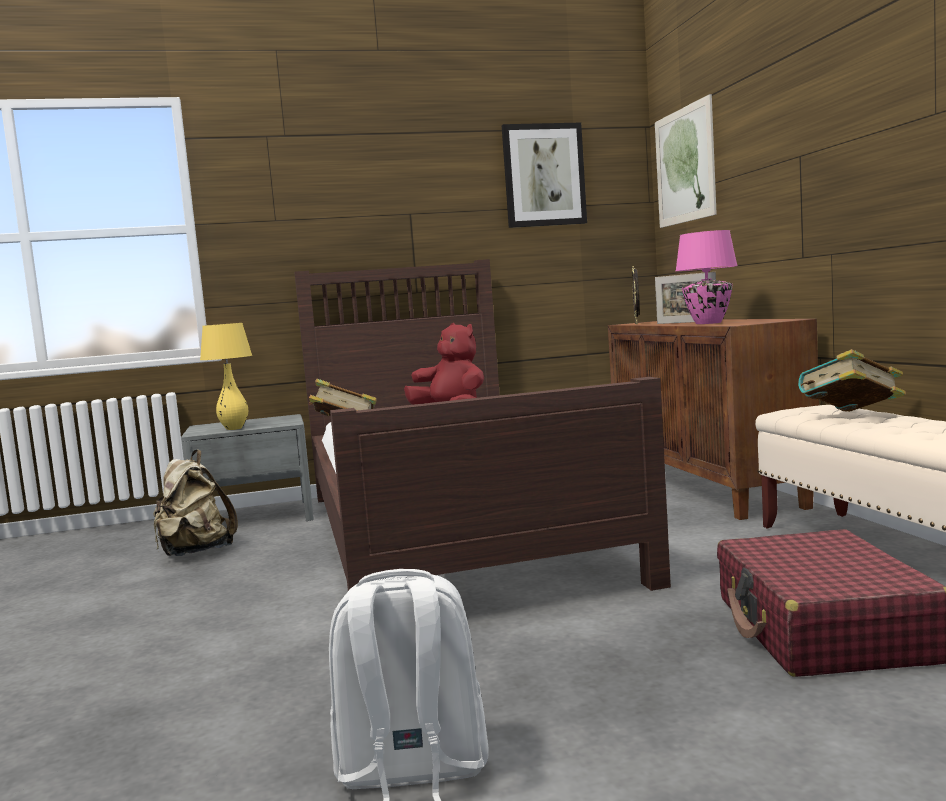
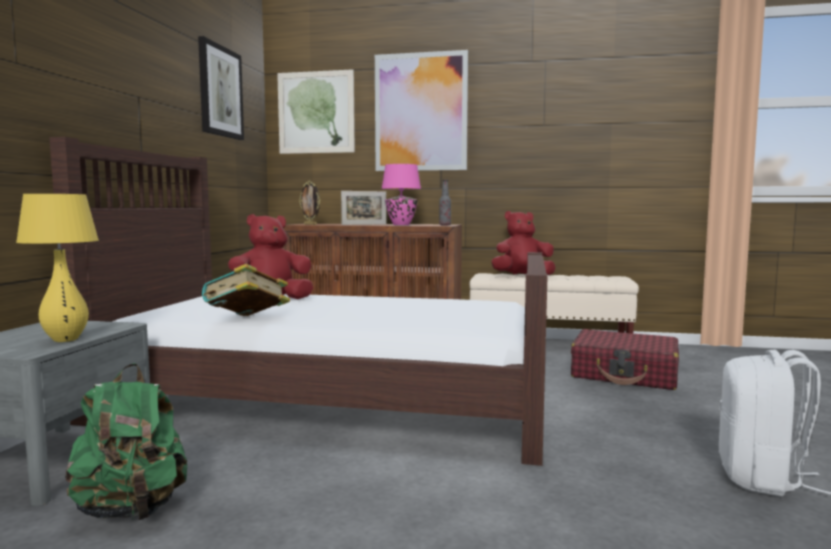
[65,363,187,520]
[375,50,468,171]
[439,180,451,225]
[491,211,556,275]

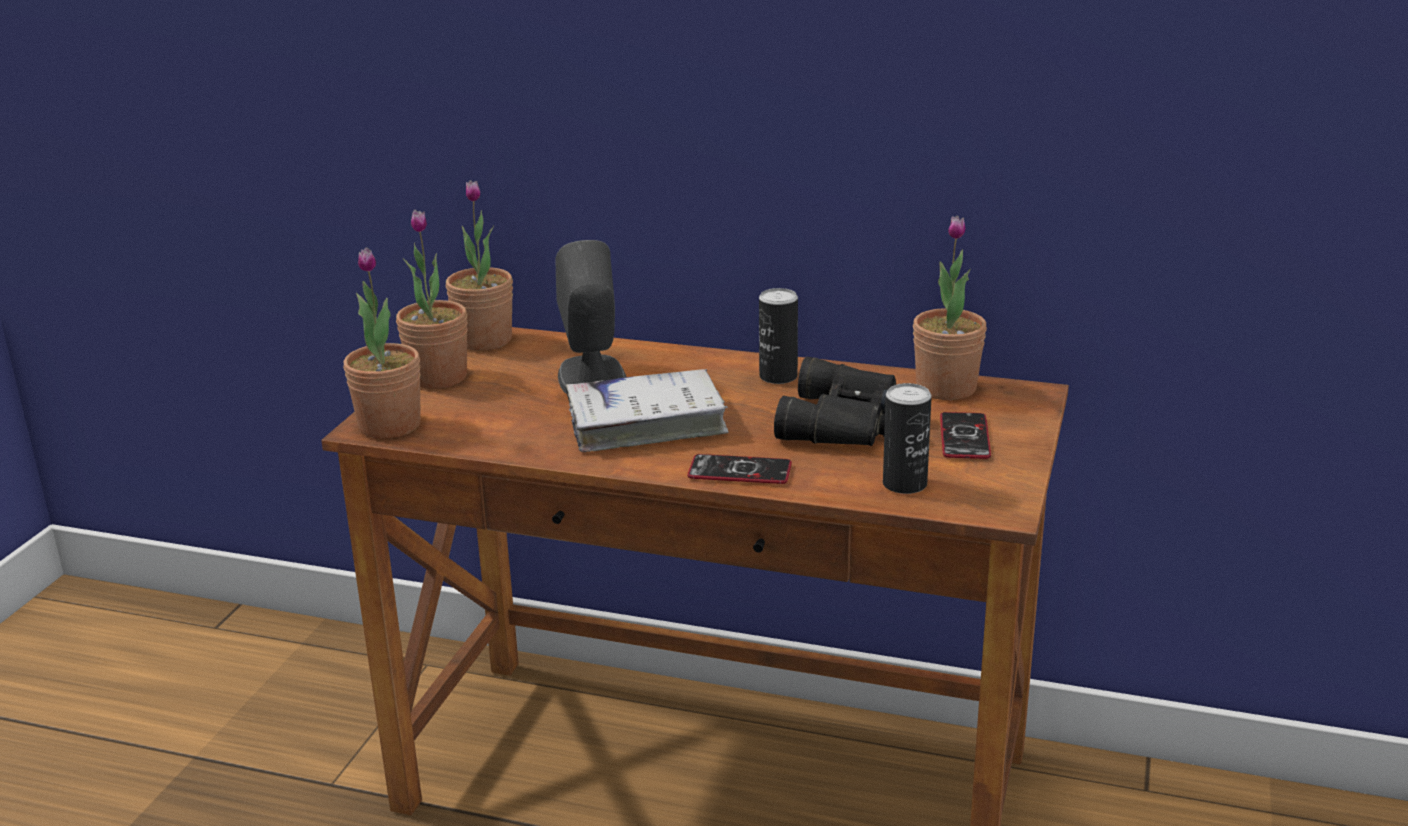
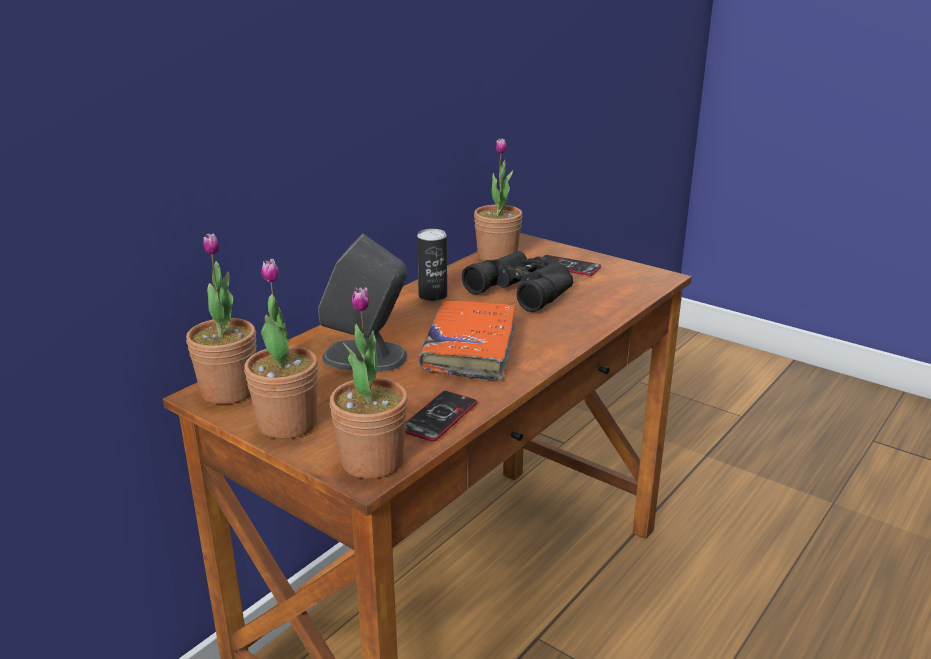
[405,391,477,442]
[419,301,516,381]
[883,383,932,494] (first image)

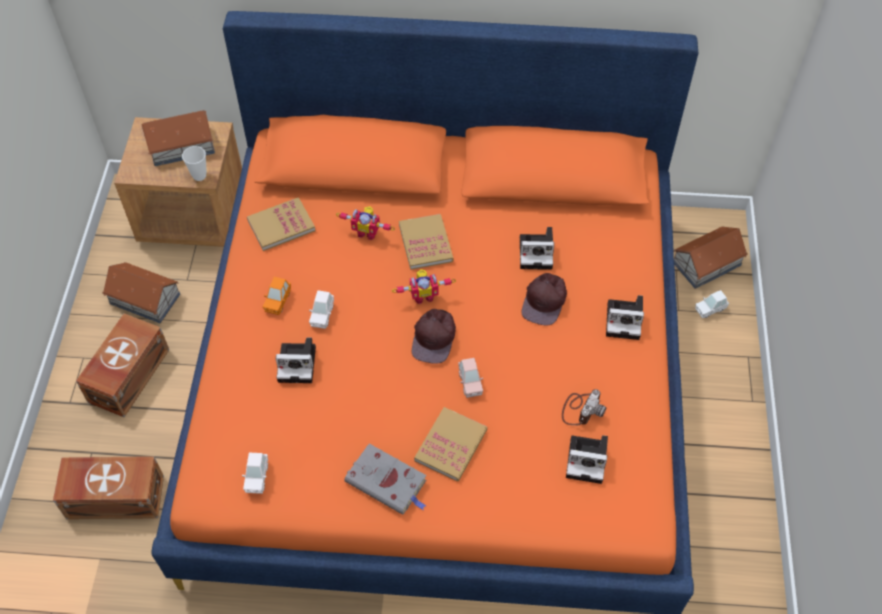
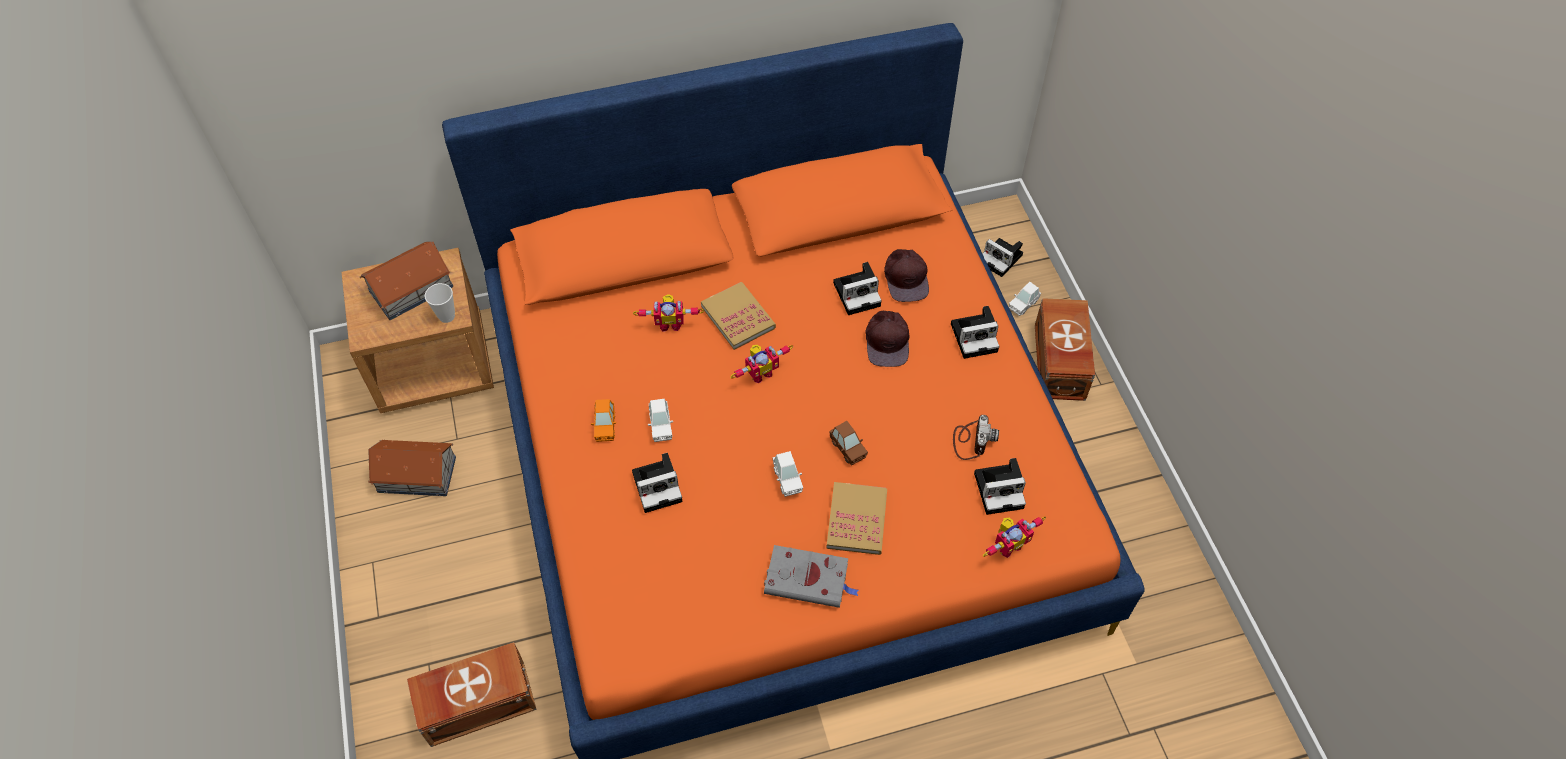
[773,451,803,497]
[829,421,868,465]
[884,249,929,302]
[982,238,1023,277]
[983,516,1046,558]
[1035,298,1095,401]
[247,197,316,251] (first image)

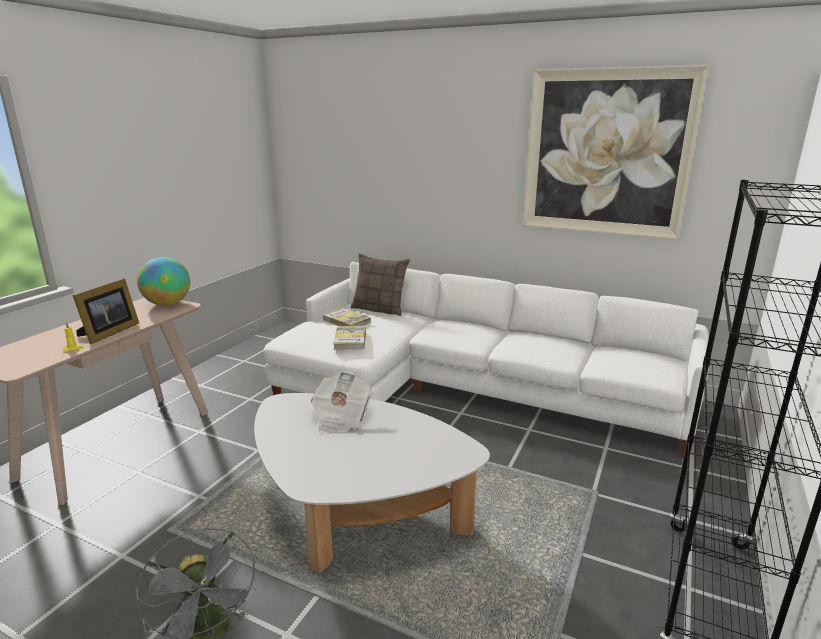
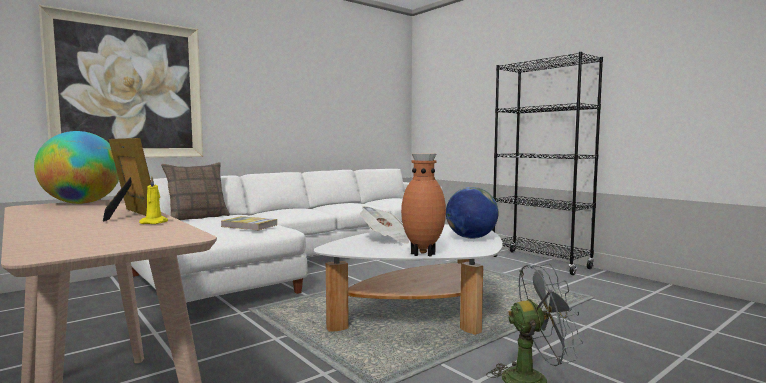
[39,5,203,158]
[401,154,446,256]
[446,187,498,239]
[323,308,371,326] (first image)

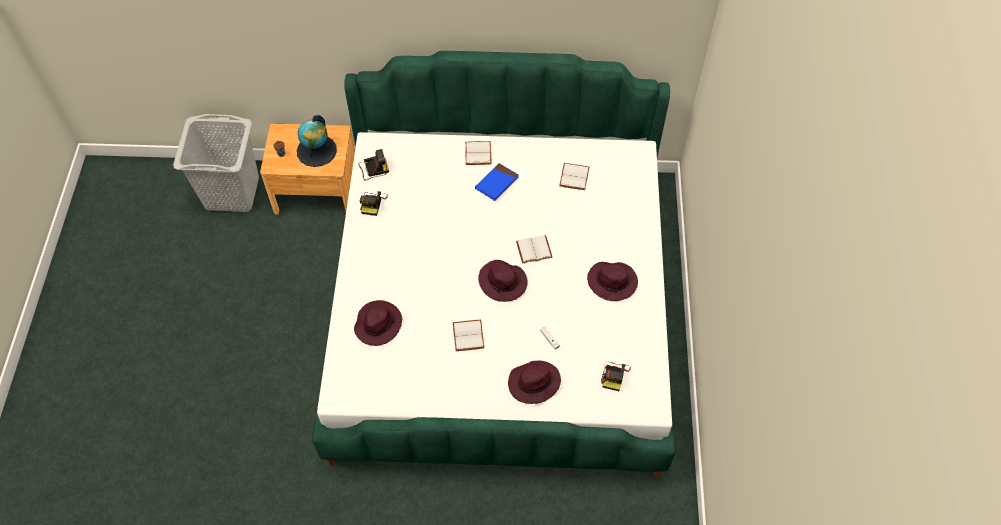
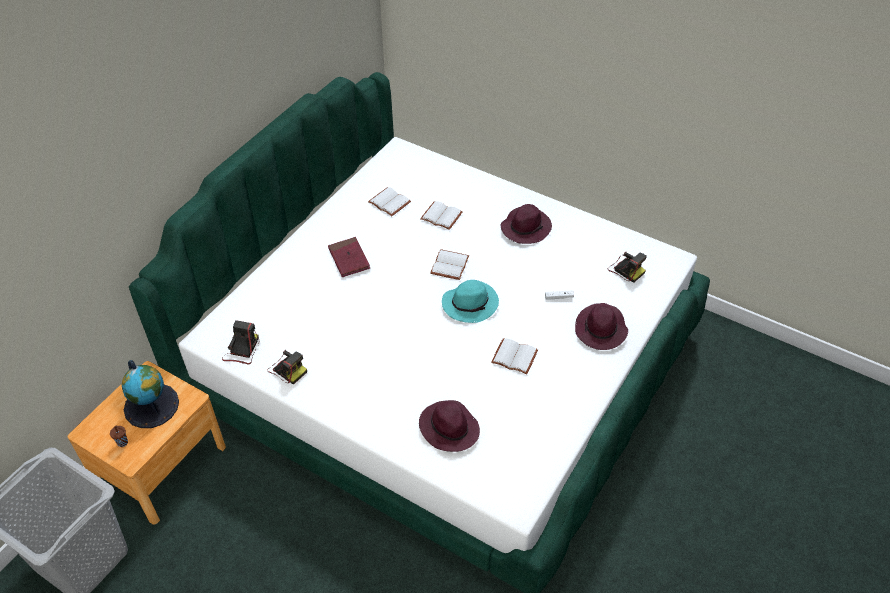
[328,237,370,277]
[420,201,463,230]
[442,280,499,323]

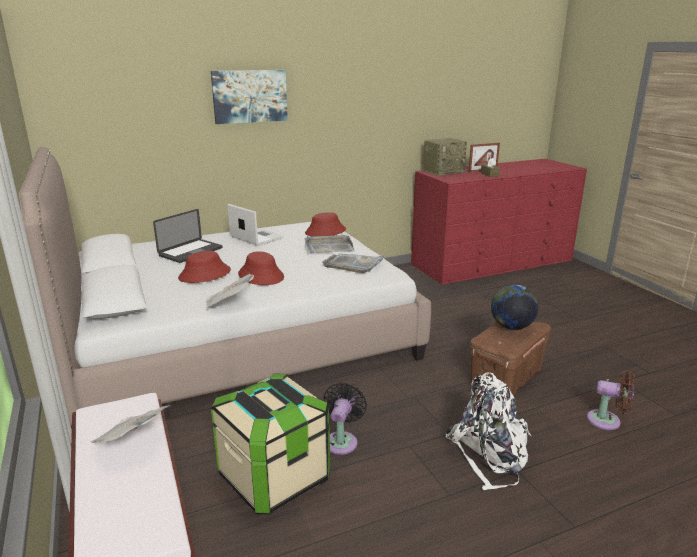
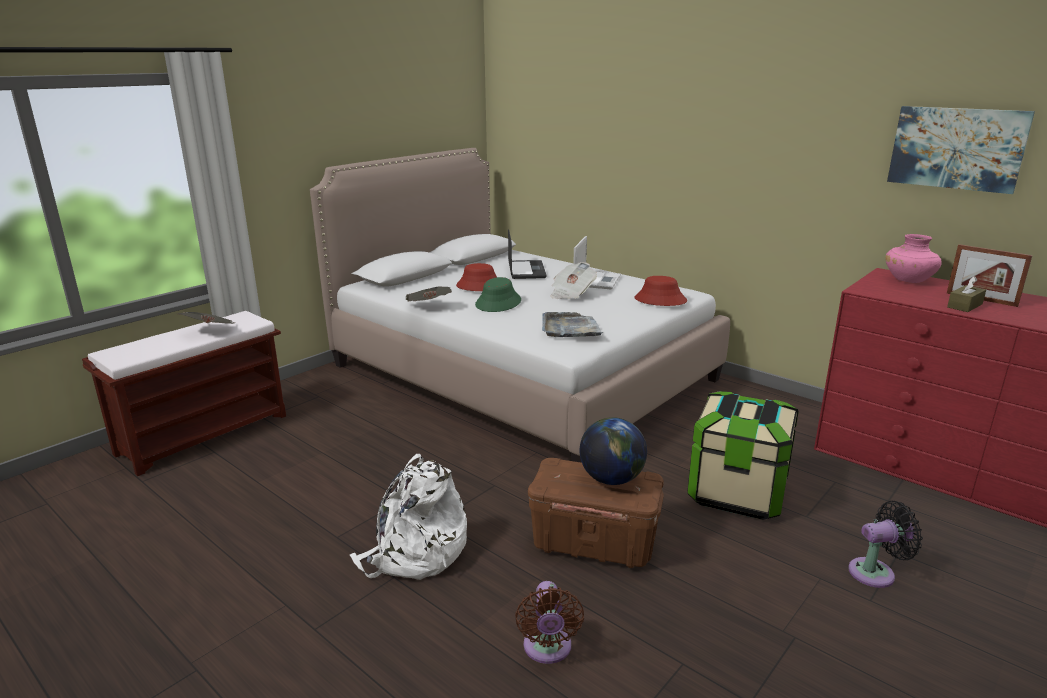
[475,277,521,312]
[508,229,546,279]
[550,262,597,299]
[687,391,799,520]
[848,501,923,588]
[885,234,942,283]
[887,106,1035,194]
[305,235,354,253] (first image)

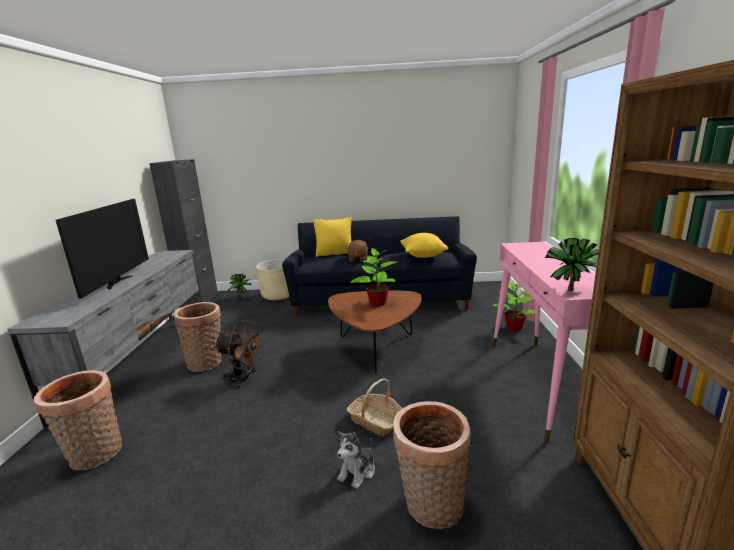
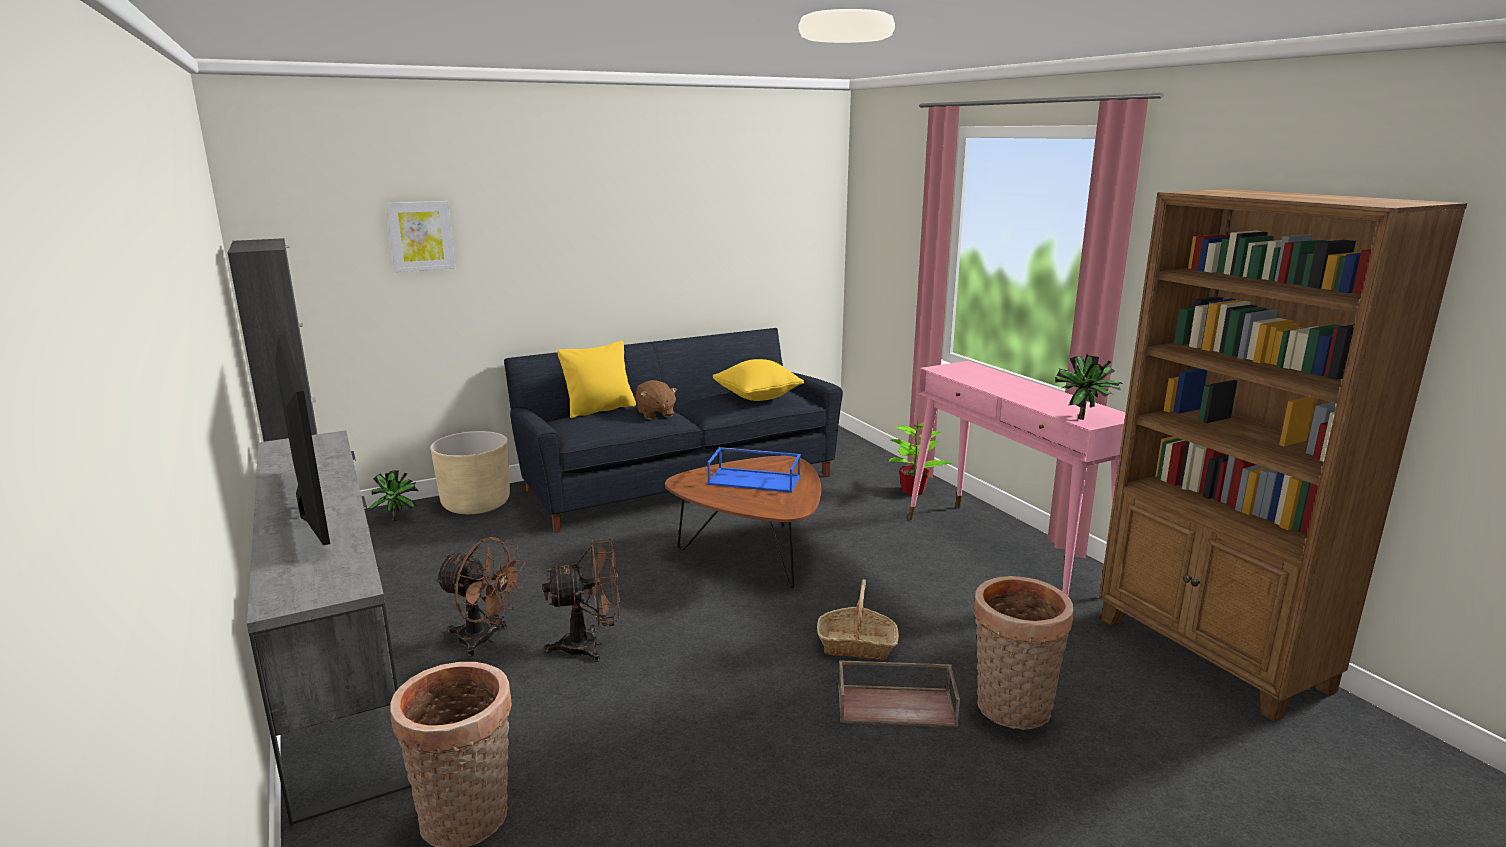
[385,201,455,272]
[434,537,525,657]
[707,447,801,493]
[838,660,960,728]

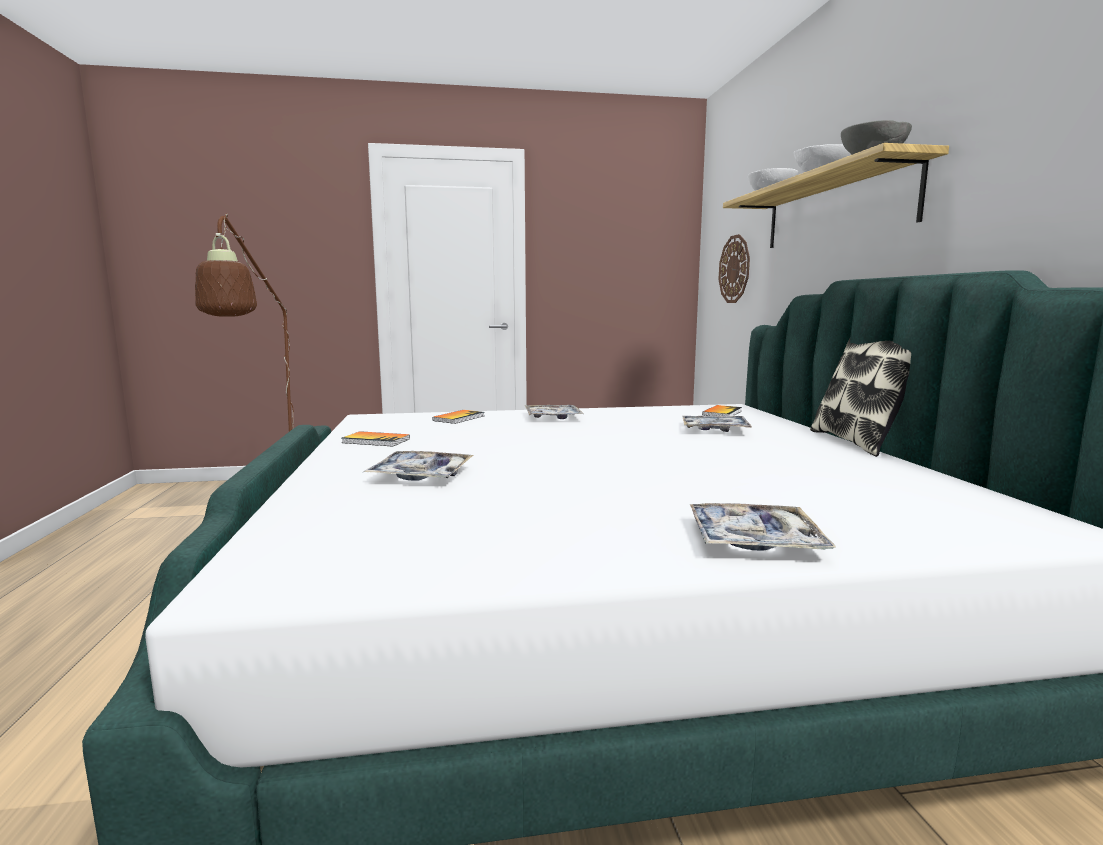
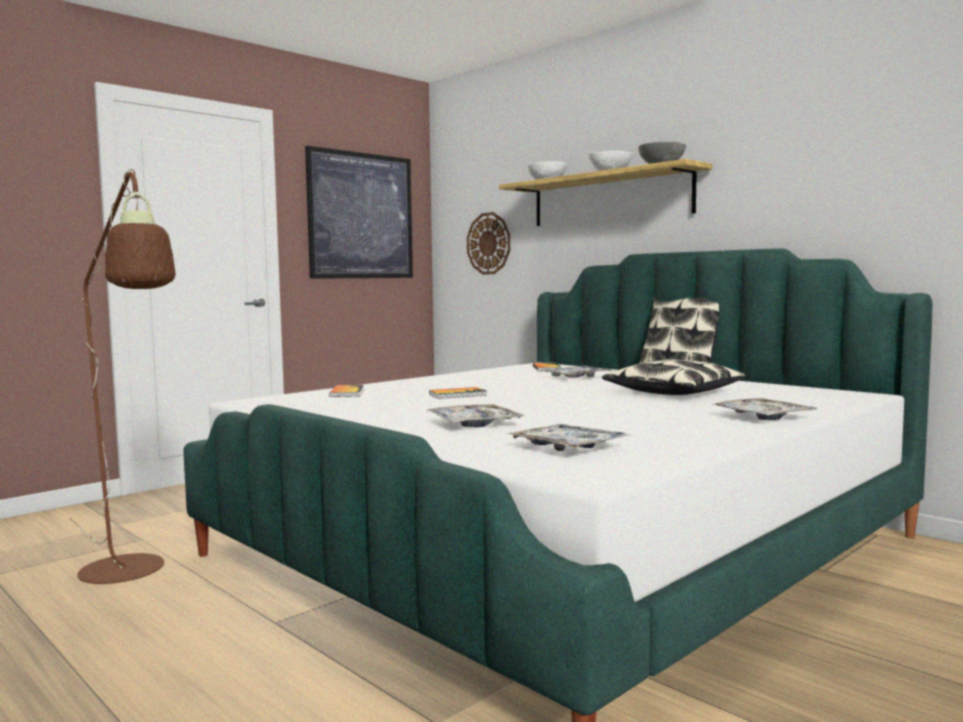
[305,146,413,279]
[429,387,487,399]
[507,424,630,451]
[602,359,746,395]

